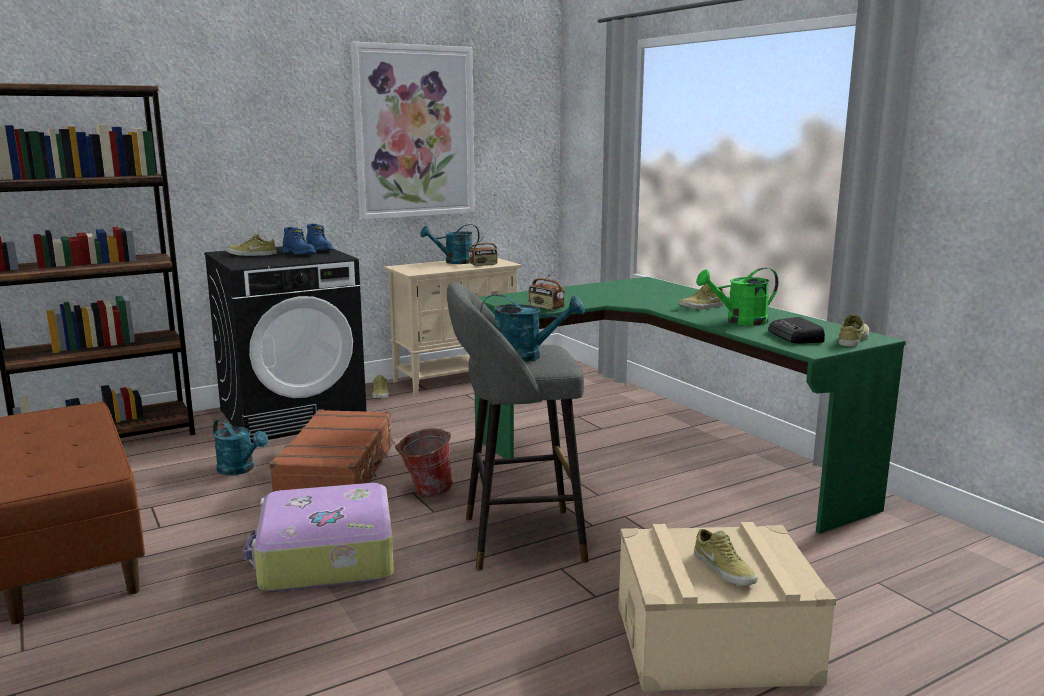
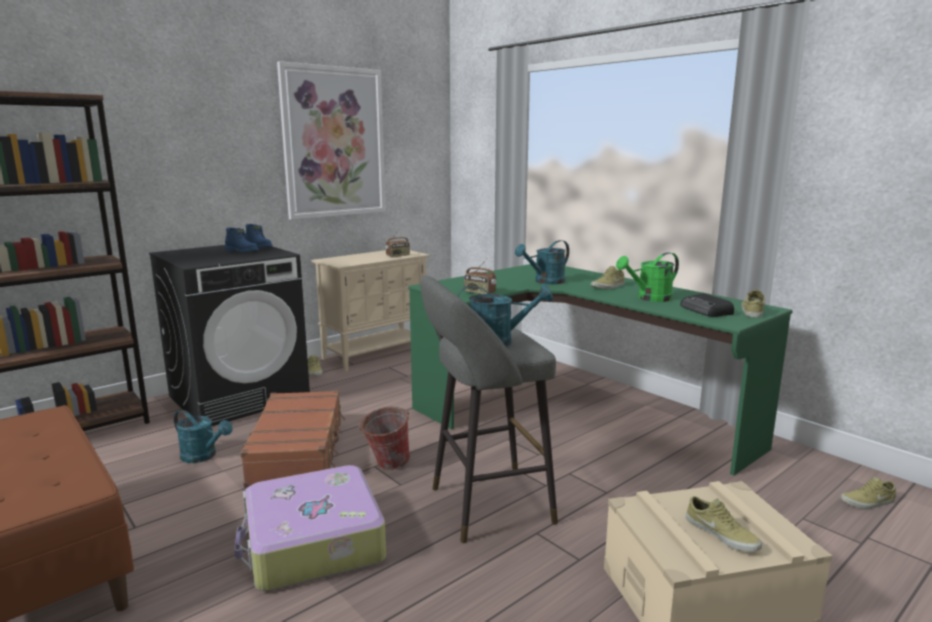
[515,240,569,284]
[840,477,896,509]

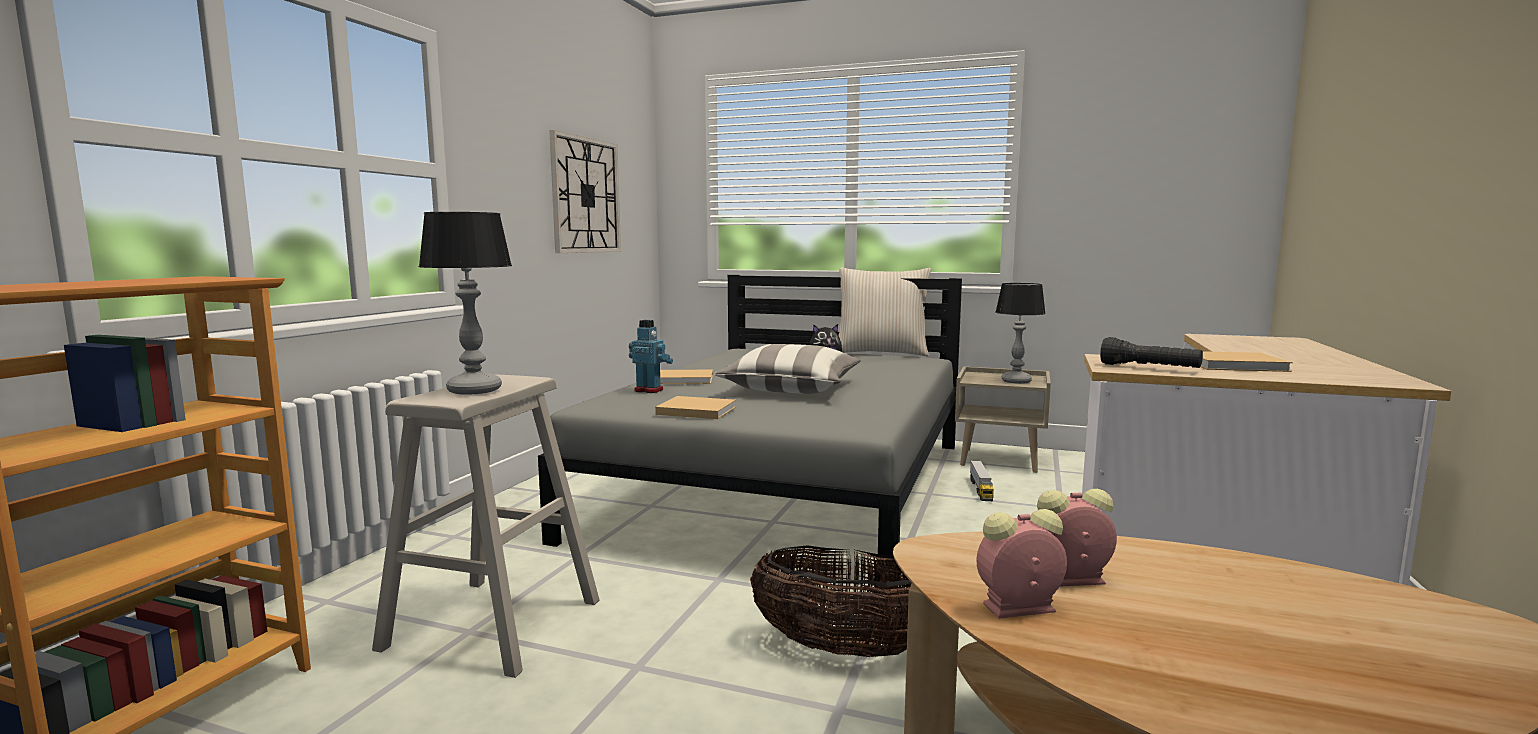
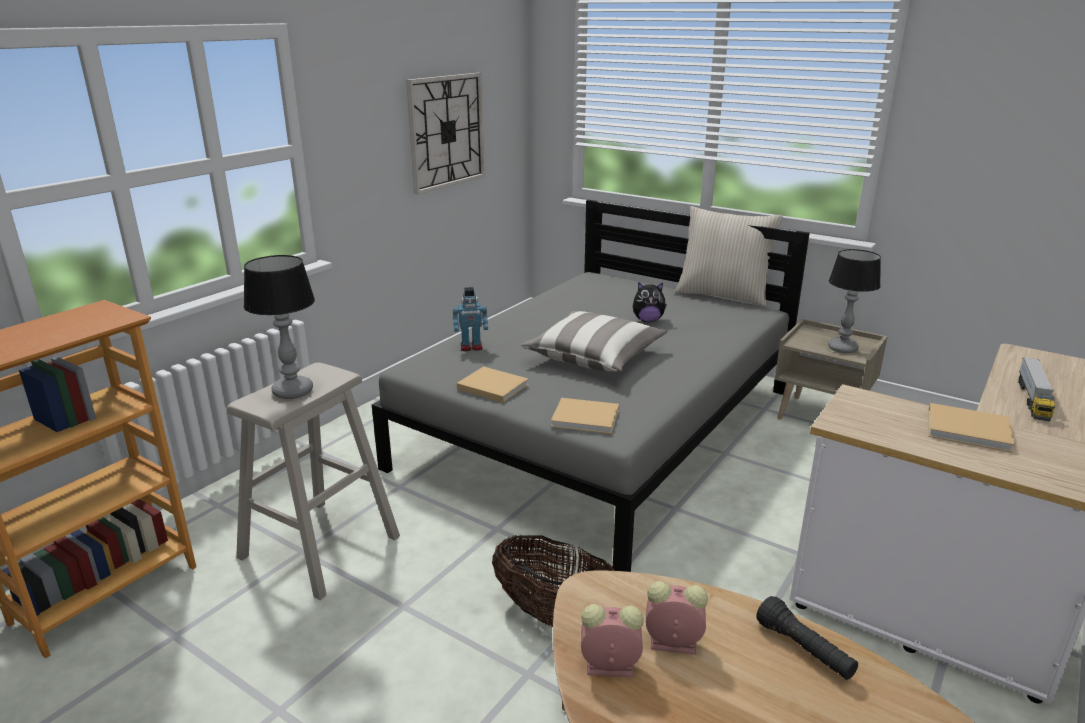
[453,287,488,351]
[551,398,619,434]
[756,596,858,680]
[1018,357,1055,421]

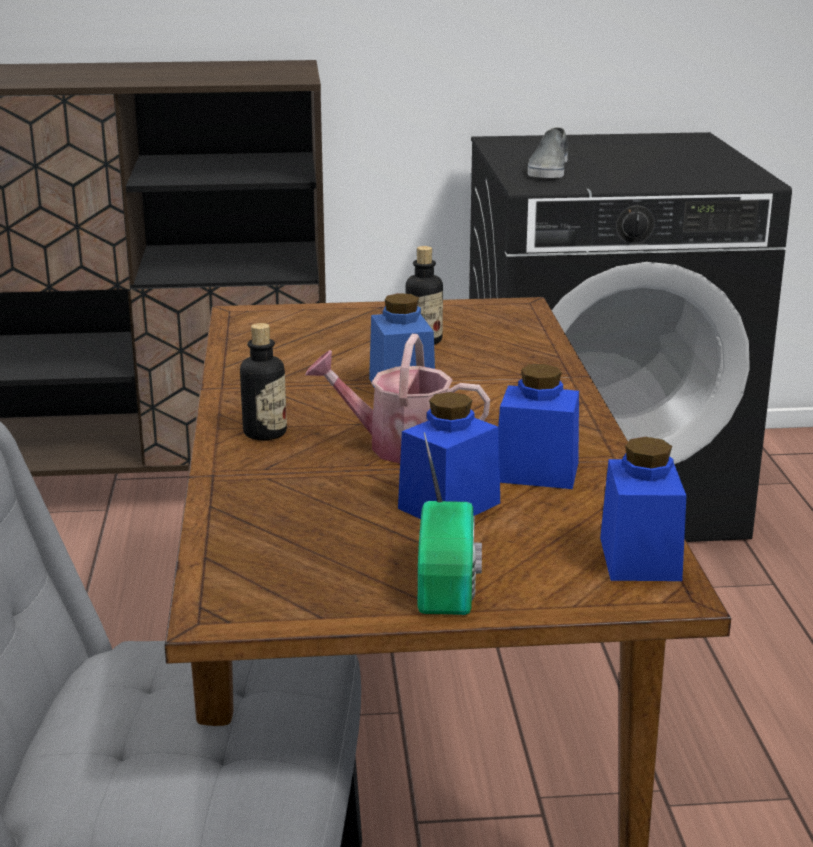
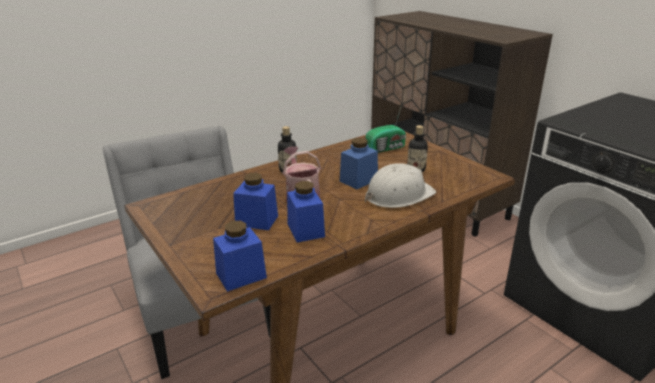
[365,105,406,153]
[365,163,436,208]
[528,127,568,178] (first image)

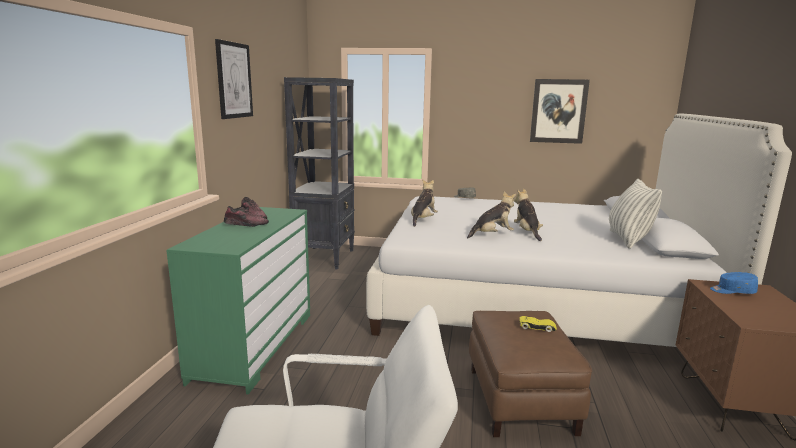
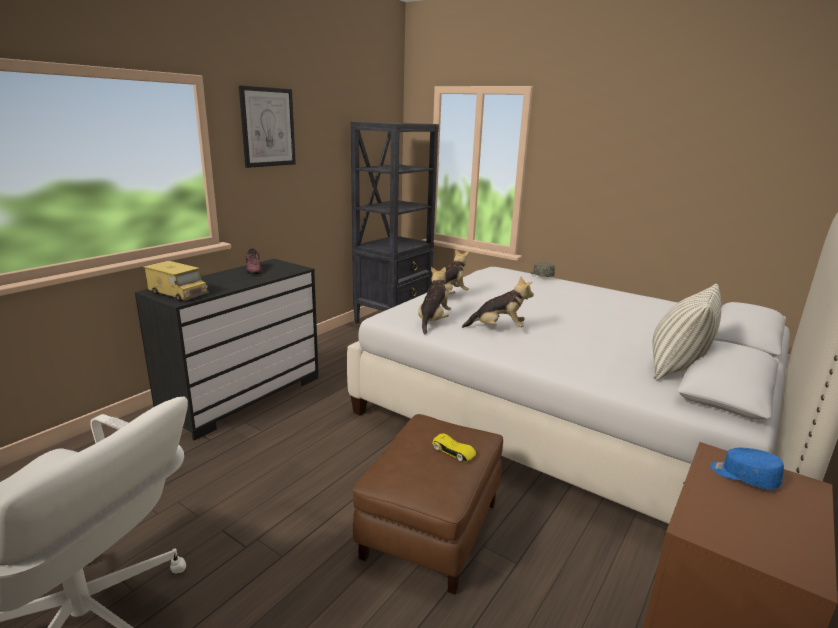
[135,259,319,440]
[143,261,209,301]
[418,267,451,335]
[224,206,269,227] (first image)
[530,79,590,144] (first image)

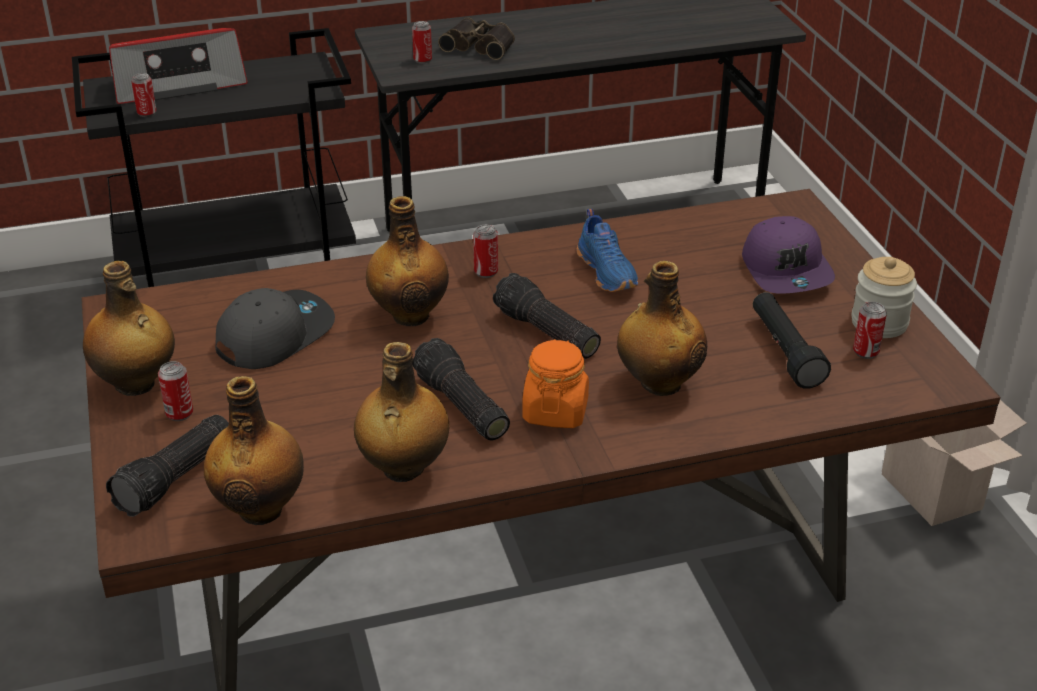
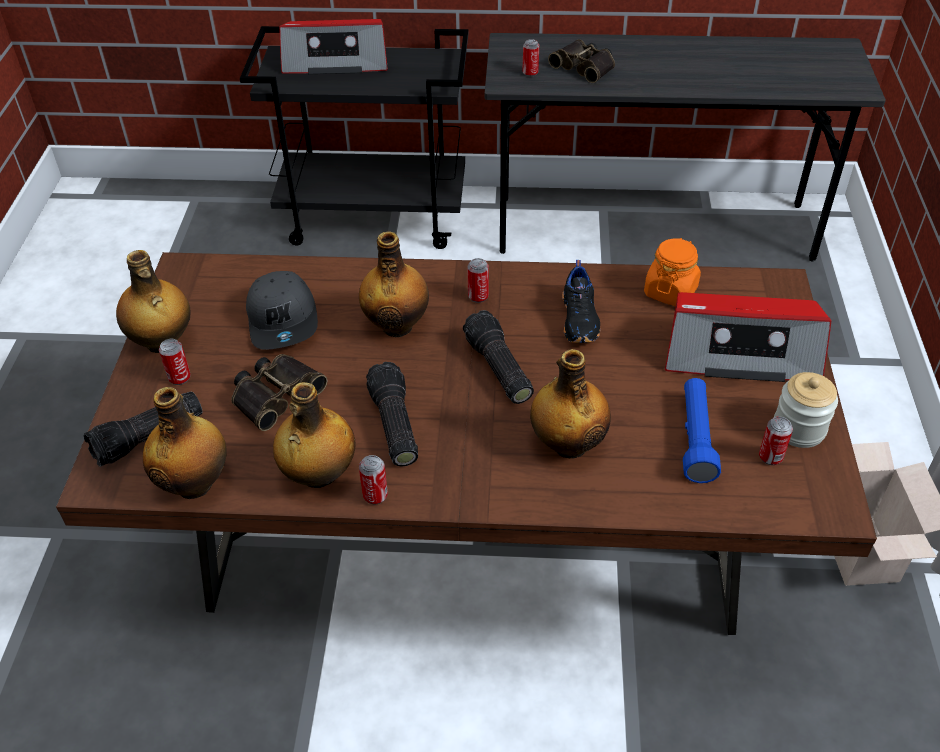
[231,354,327,431]
[246,271,318,350]
[359,455,388,504]
[562,260,600,343]
[644,238,701,306]
[665,292,831,382]
[683,378,721,483]

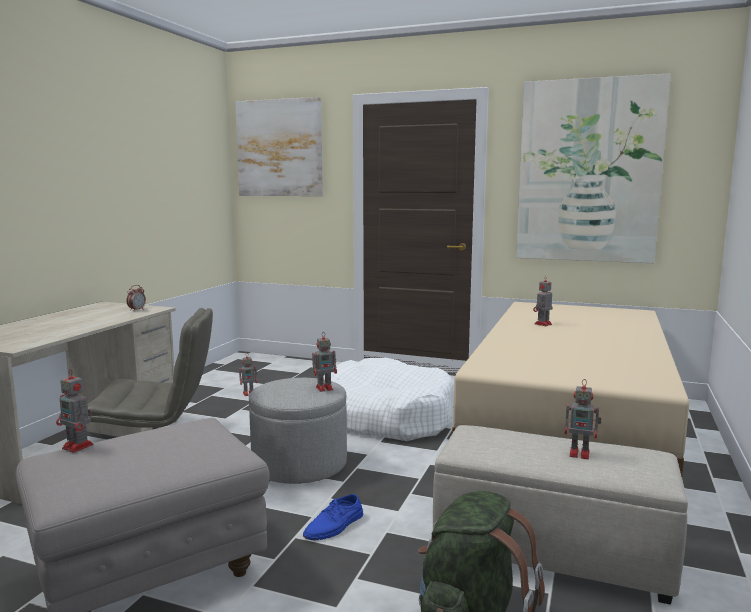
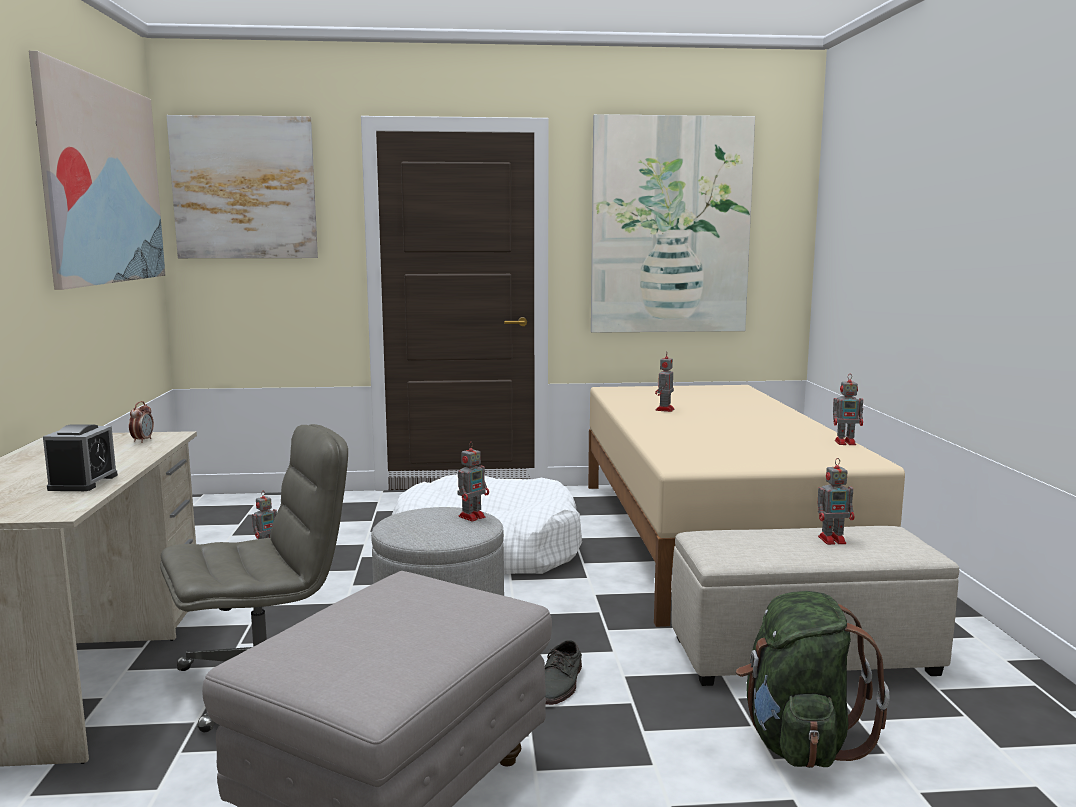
[29,51,165,290]
[43,424,118,491]
[545,640,582,705]
[833,377,863,445]

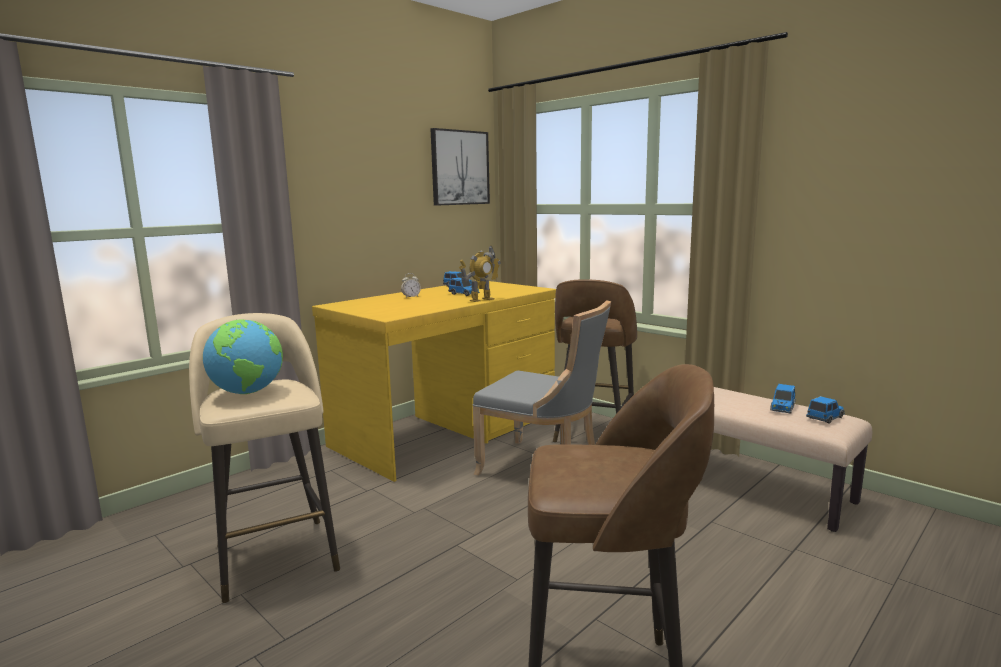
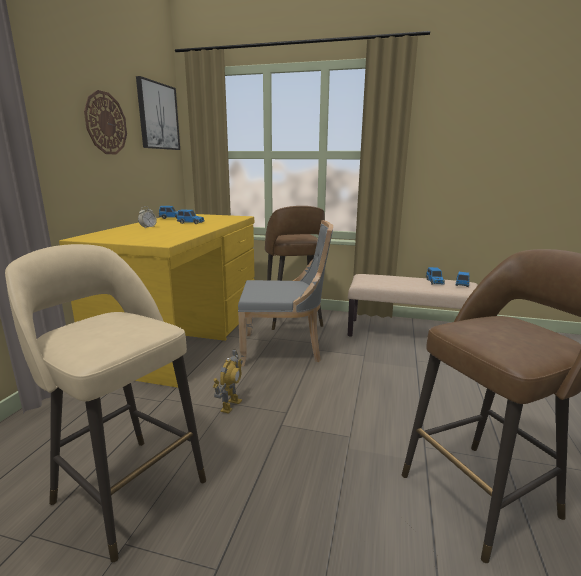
[84,90,127,155]
[213,349,243,414]
[203,319,283,394] (first image)

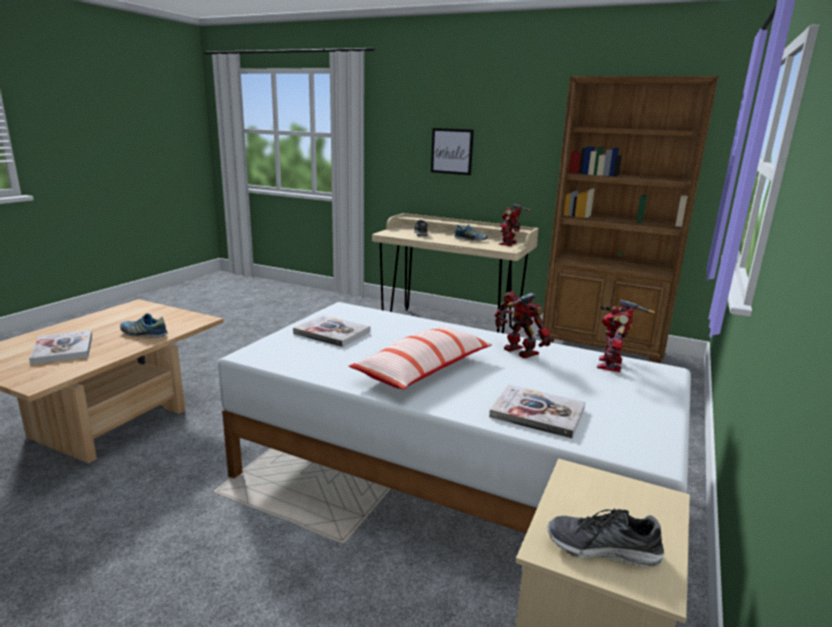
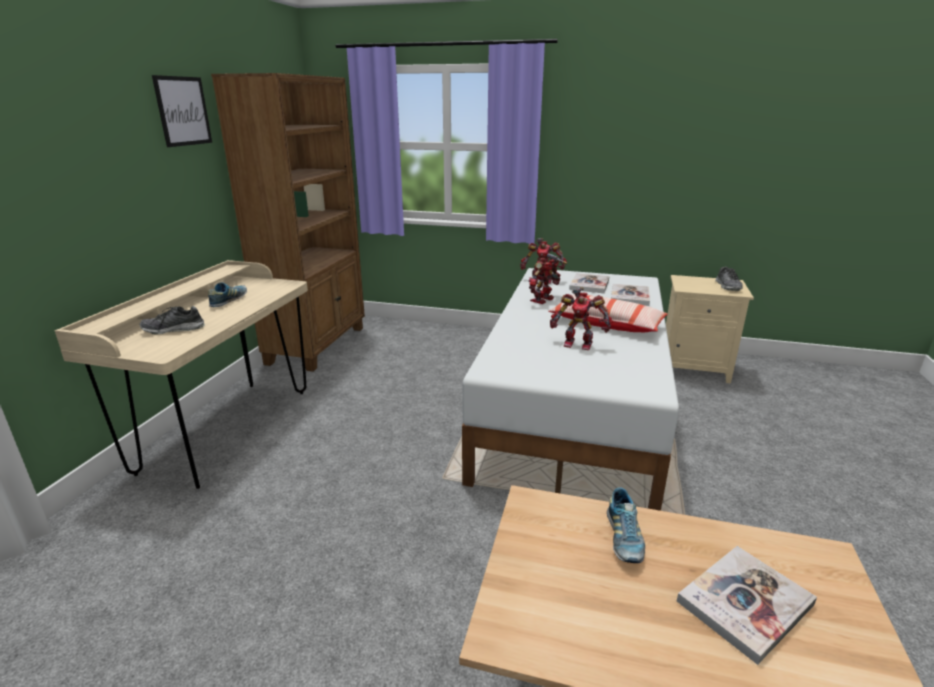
[152,75,212,147]
[550,287,613,350]
[569,273,609,293]

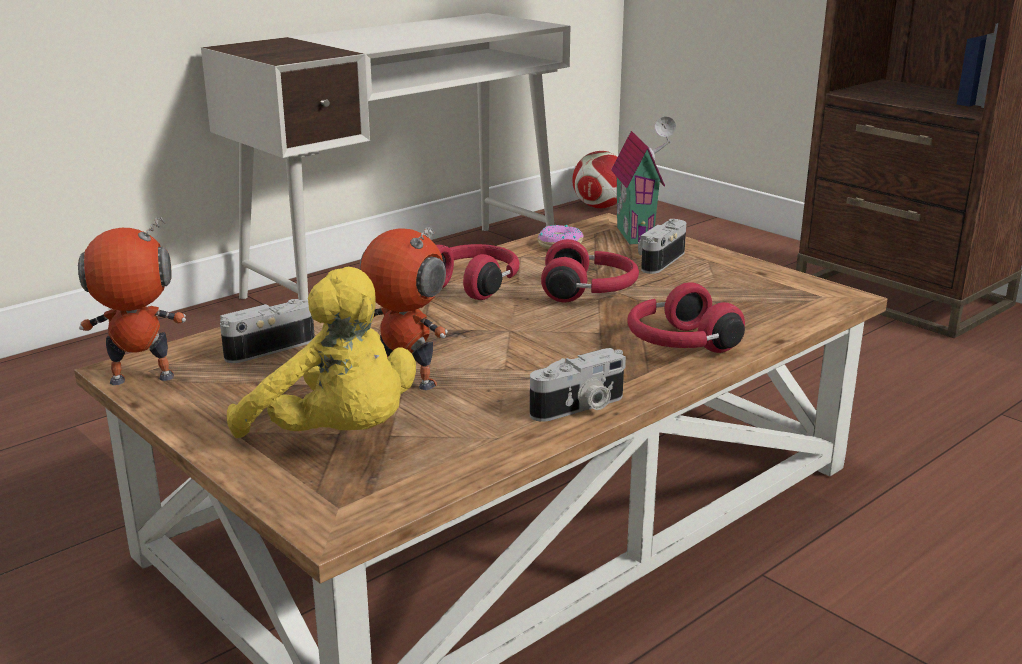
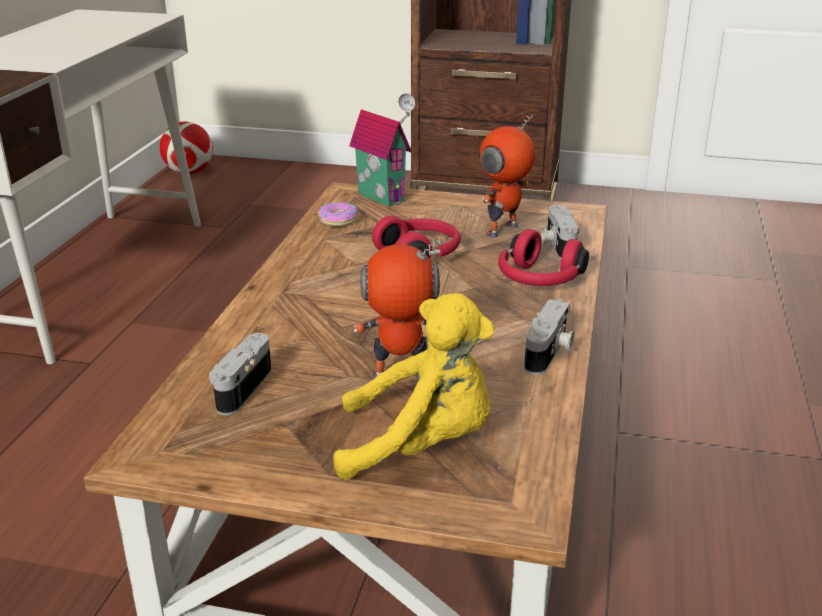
[479,114,536,237]
[542,204,579,259]
[436,244,520,300] (first image)

